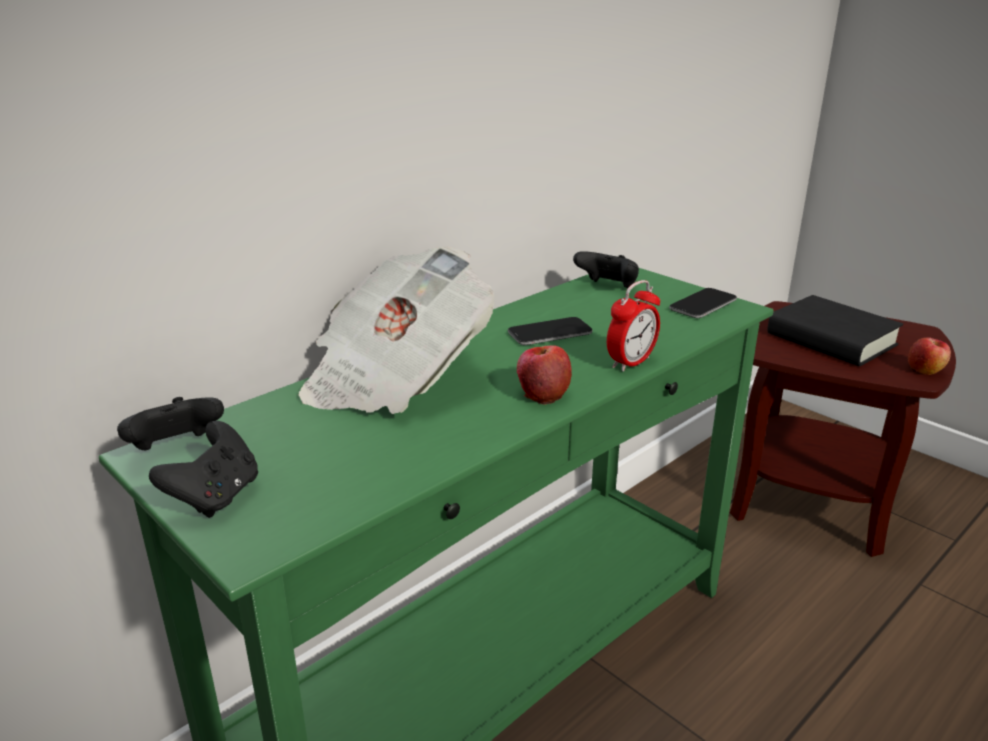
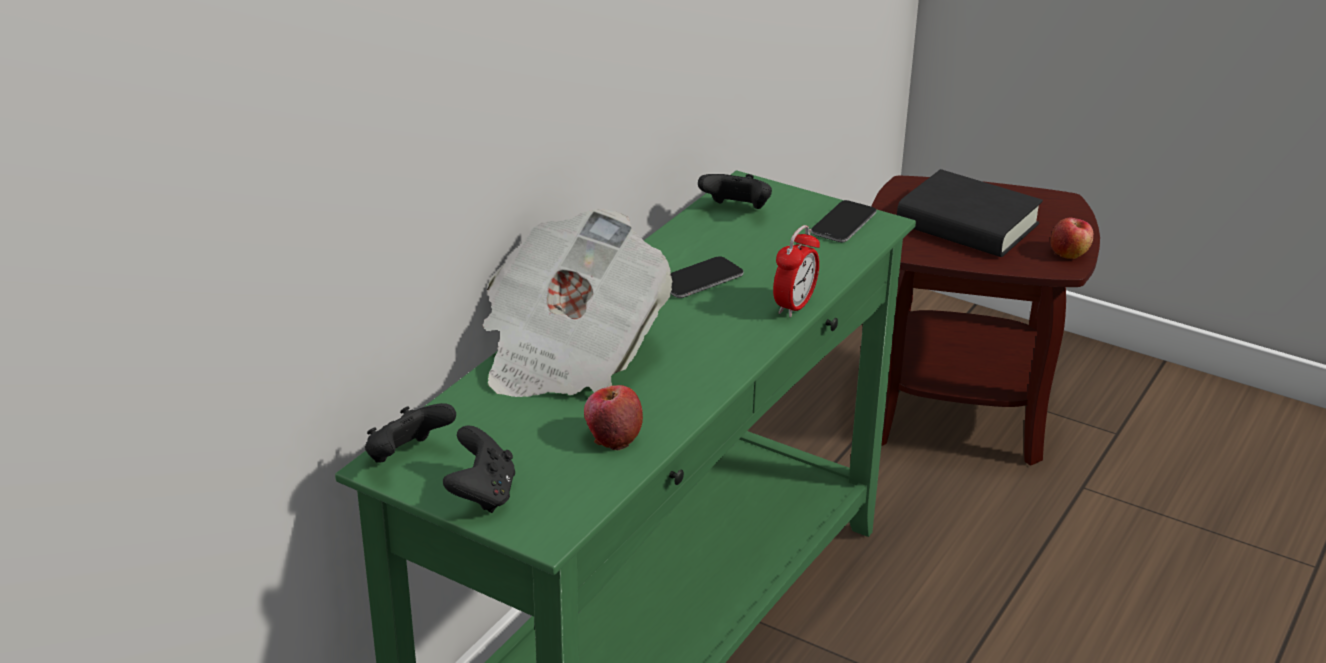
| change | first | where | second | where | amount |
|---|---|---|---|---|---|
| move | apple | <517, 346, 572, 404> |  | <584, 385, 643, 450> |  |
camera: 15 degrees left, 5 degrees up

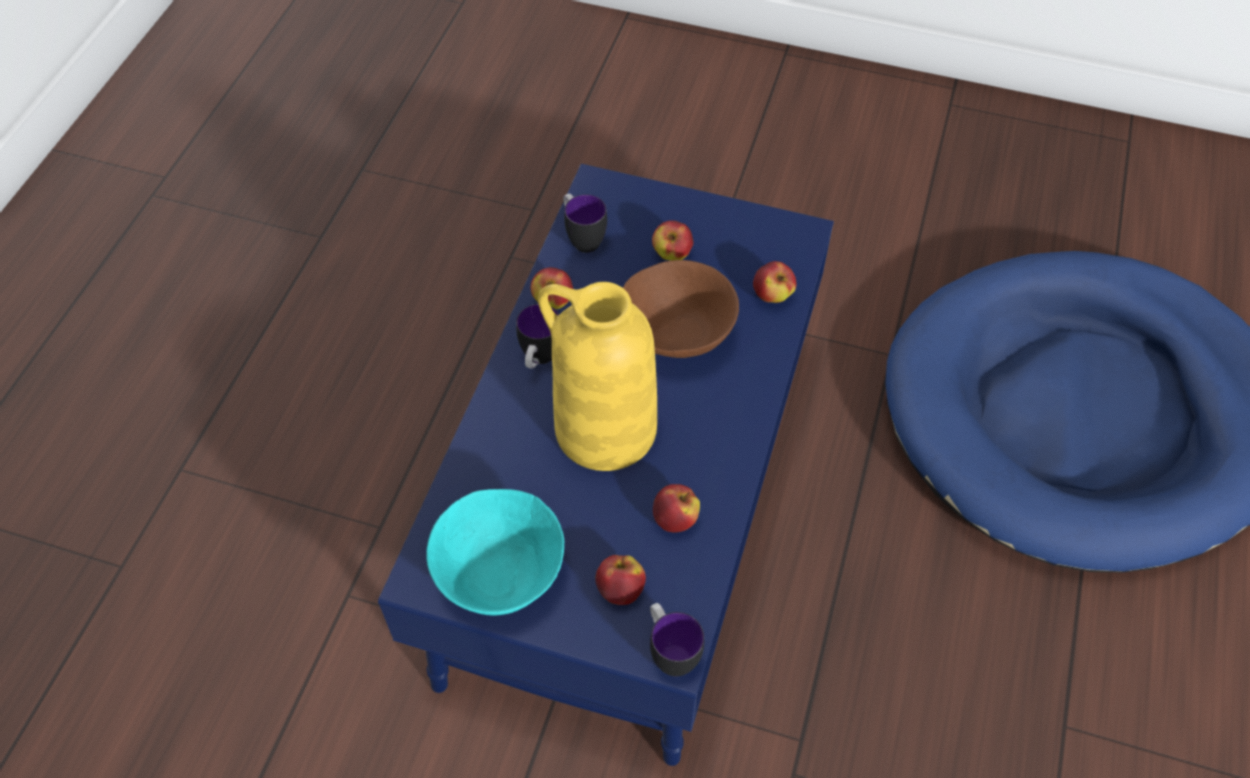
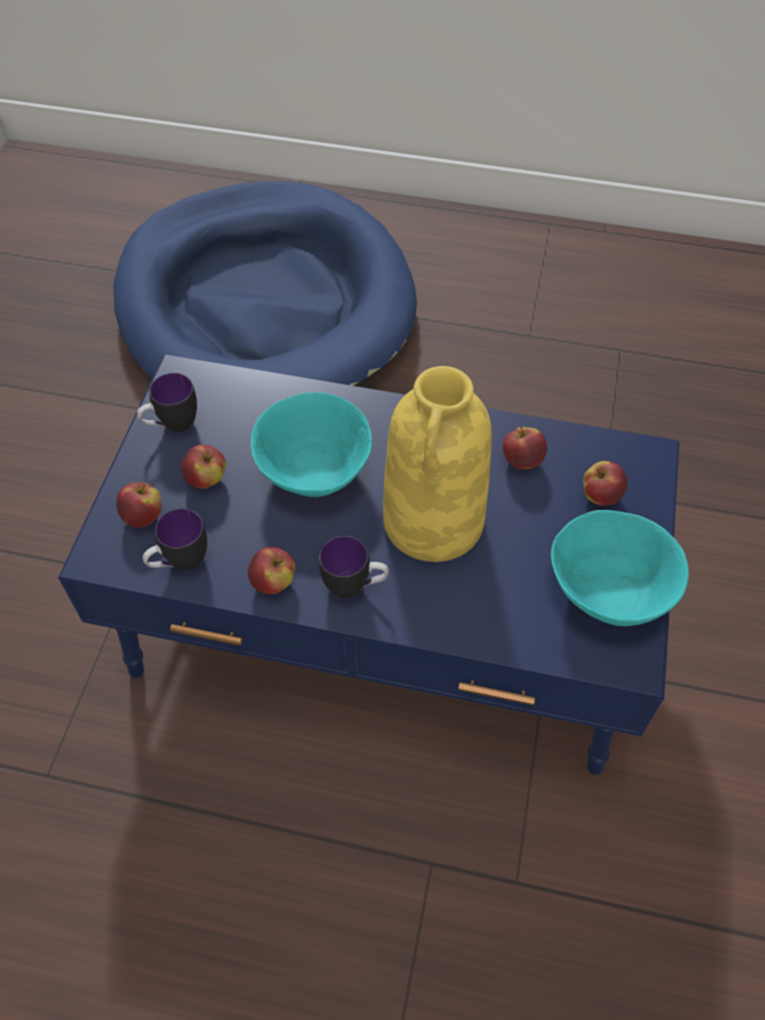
| change | first | where | second | where | amount |
|---|---|---|---|---|---|
| recolor | brownish bowl | <623, 260, 739, 358> | blue-green bowl | <250, 392, 372, 497> |  |
| move | tea mug | <650, 603, 704, 676> |  | <137, 373, 197, 432> |  |
| move | apple | <753, 261, 796, 303> |  | <116, 482, 162, 528> |  |
camera: 95 degrees left, 0 degrees up

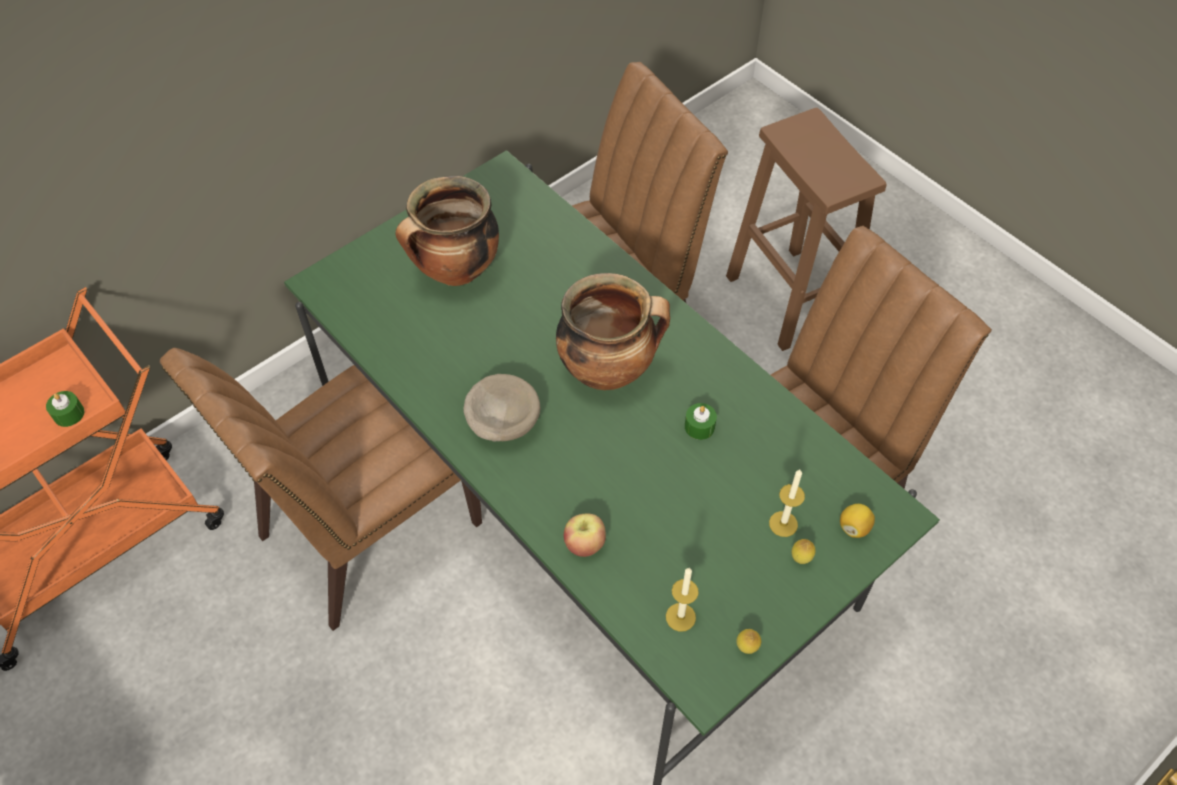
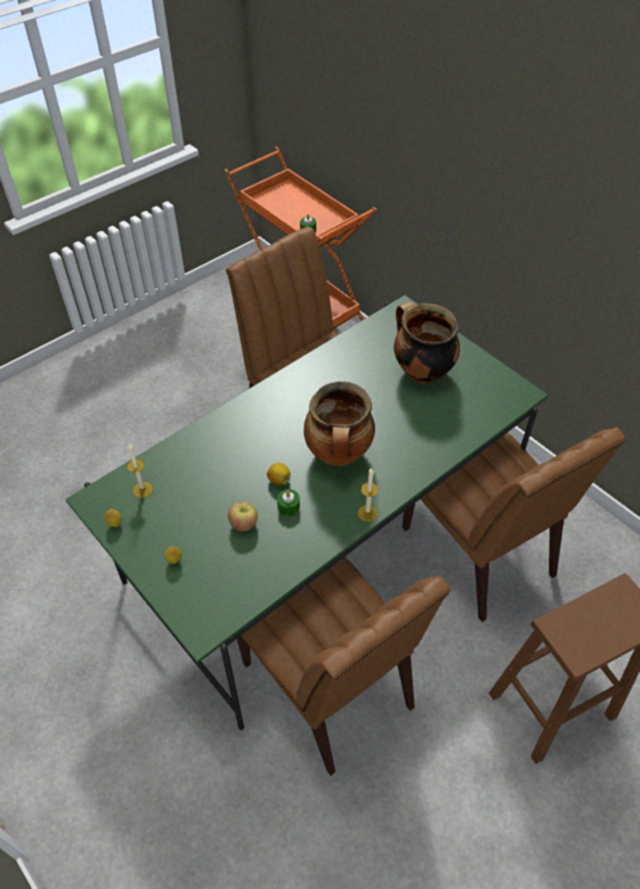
| change | first | where | second | where | amount |
|---|---|---|---|---|---|
| delete | beige bowl | <463, 374, 540, 442> |  |  |  |
| move | apple | <564, 514, 606, 557> |  | <228, 502, 258, 532> |  |
| move | wax light | <769, 470, 805, 537> |  | <358, 467, 378, 522> |  |
| move | whole lemon | <840, 504, 875, 538> |  | <267, 463, 291, 485> |  |
camera: 90 degrees right, 5 degrees down

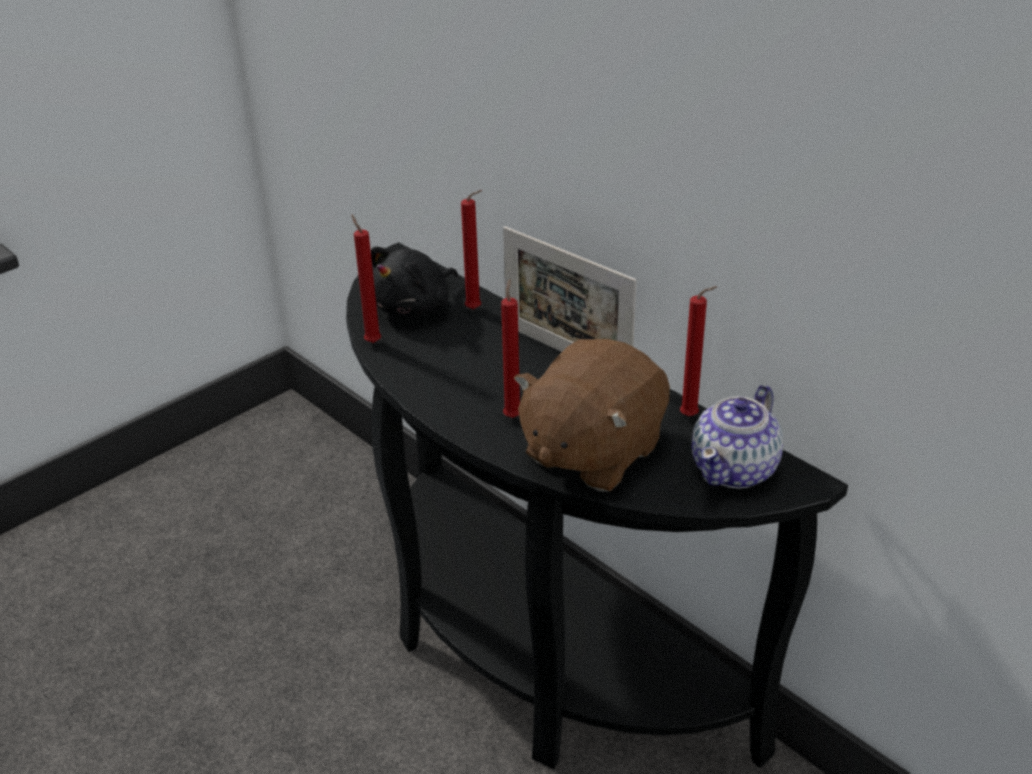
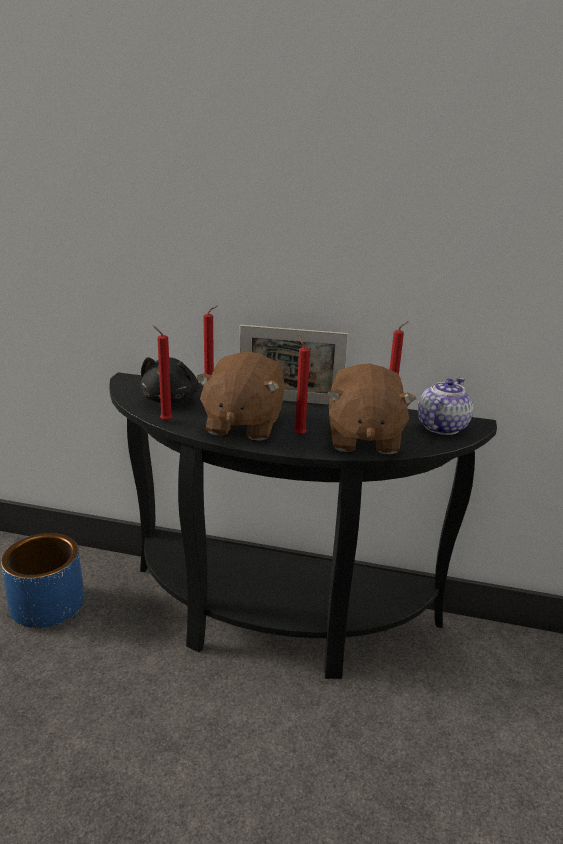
| change | first | where | second | where | amount |
|---|---|---|---|---|---|
| rotate | teapot | <692, 385, 783, 489> |  | <418, 377, 473, 435> | 150 degrees counterclockwise |
| insert |  |  | bluish flower pot | <1, 533, 84, 628> |  |
| insert |  |  | brownish plush toy | <196, 352, 285, 441> |  |
camera: 35 degrees left, 10 degrees down

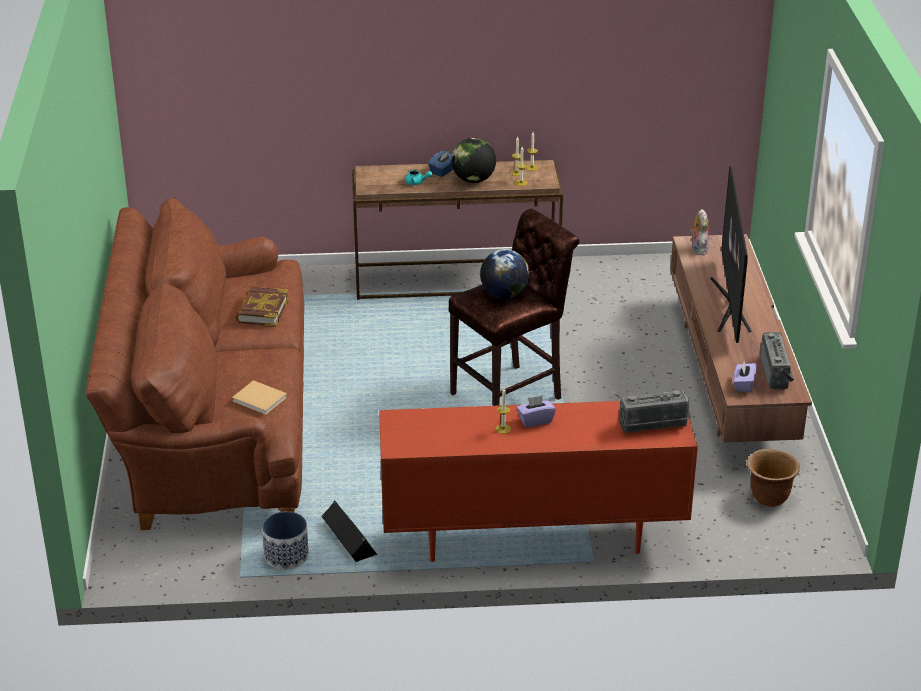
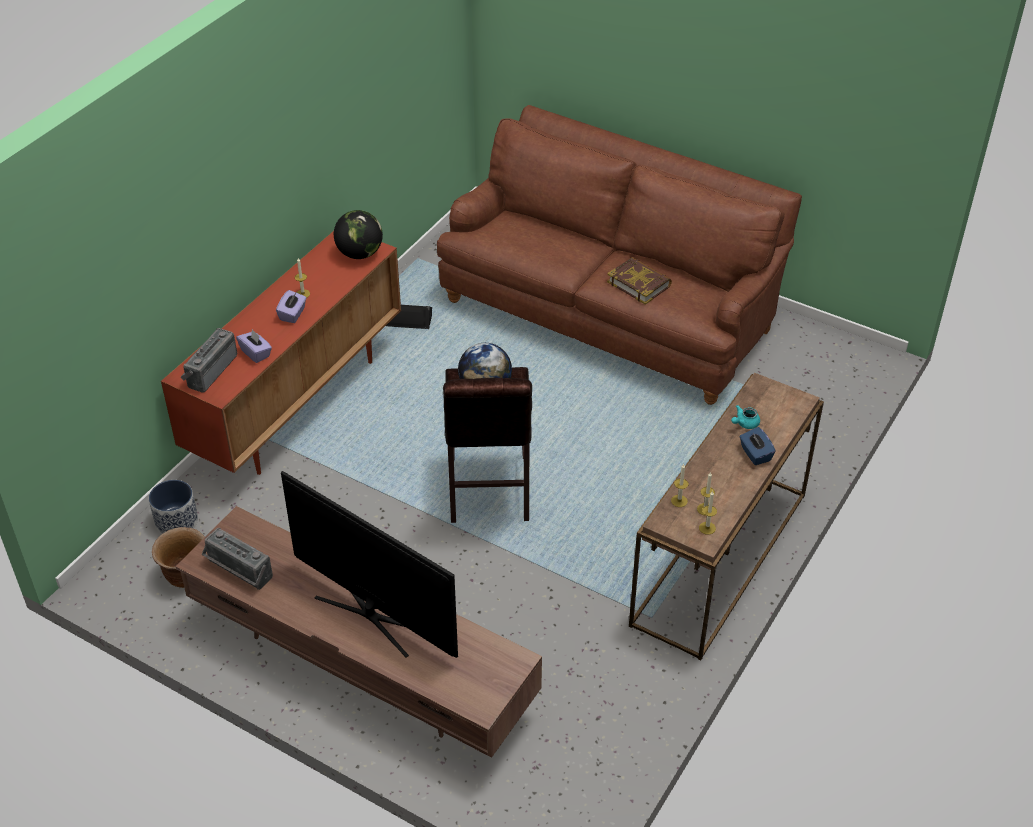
| change | first | where | second | where | amount |
|---|---|---|---|---|---|
| delete | beige book | <232, 380, 287, 415> |  |  |  |
| move | flower pot | <262, 511, 309, 570> |  | <149, 480, 198, 534> |  |
| move | desk globe | <451, 138, 496, 183> |  | <334, 210, 383, 259> |  |
| delete | plush toy | <690, 209, 709, 255> |  |  |  |
| move | purplish tissue holder | <734, 362, 757, 393> |  | <236, 329, 272, 363> |  |
camera: 125 degrees right, 10 degrees up

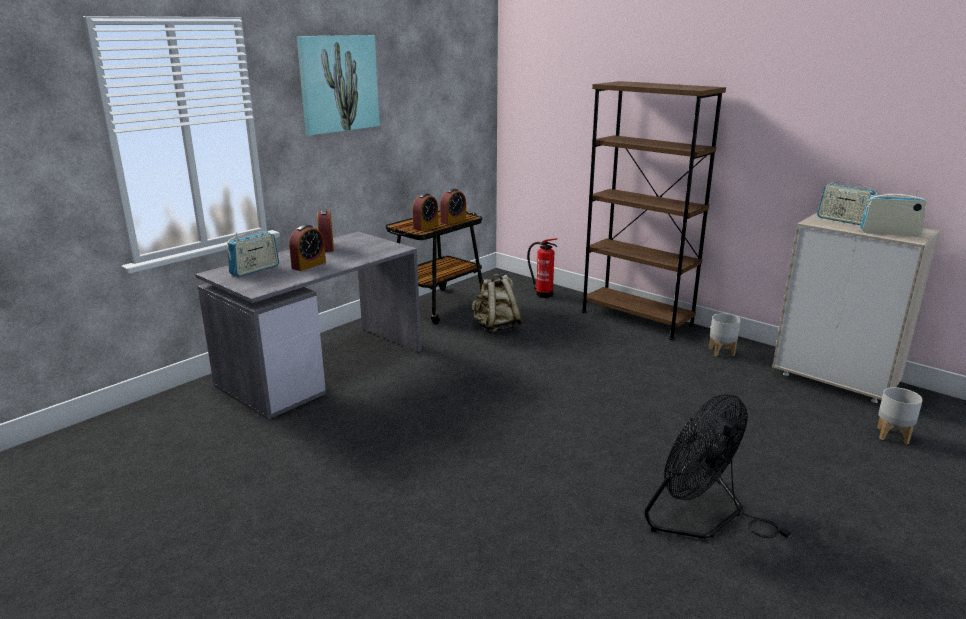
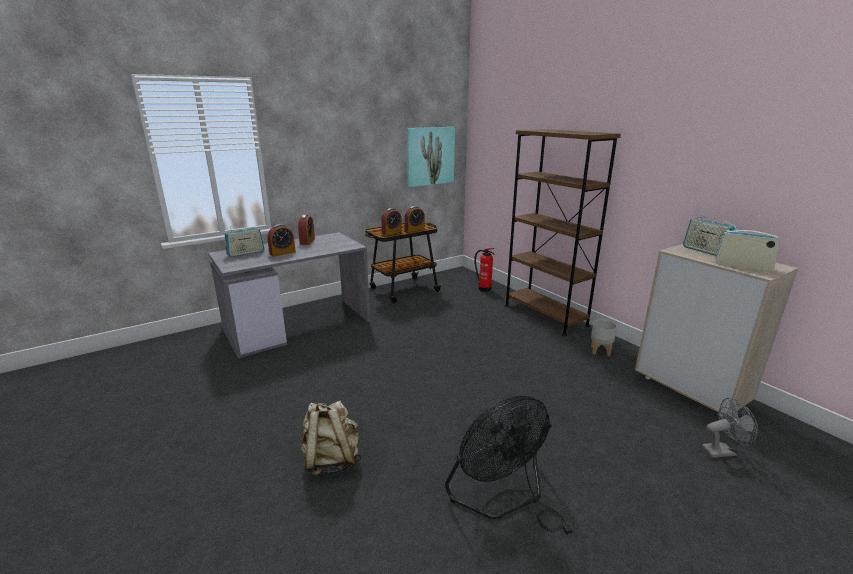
| change | first | where | second | where | amount |
|---|---|---|---|---|---|
| move | wall picture | <297, 35, 380, 135> |  | <407, 127, 455, 187> |  |
| move | beige backpack | <472, 274, 523, 334> |  | <301, 400, 362, 476> |  |
| replace | grey flower pot | <877, 387, 923, 445> | grey cooling fan | <702, 398, 758, 458> |  |
camera: 15 degrees right, 0 degrees up

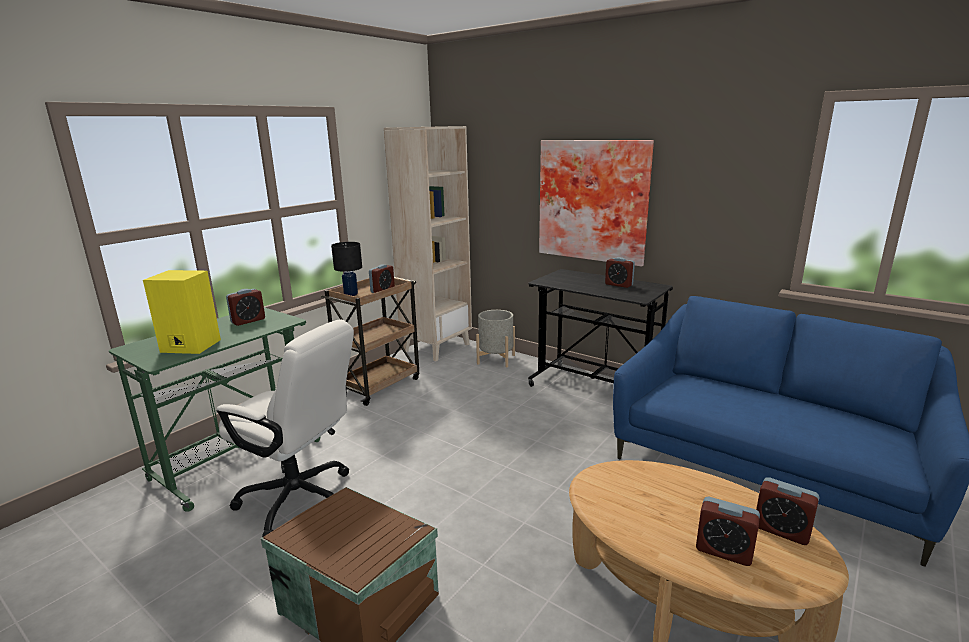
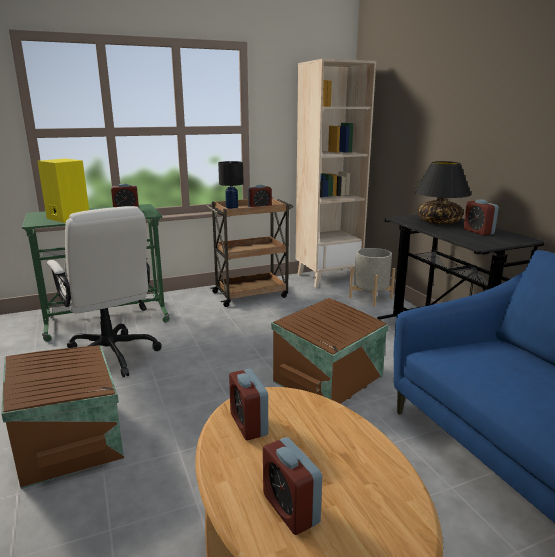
| change | first | where | second | where | amount |
|---|---|---|---|---|---|
| delete | wall picture | <539, 140, 654, 267> |  |  |  |
| move | table clock | <756, 477, 820, 545> |  | <229, 369, 268, 441> |  |
| insert |  |  | brownish storage bin | <271, 298, 389, 404> |  |
| insert |  |  | blackish tabletop lamp | <414, 161, 472, 224> |  |
camera: 30 degrees right, 0 degrees up

